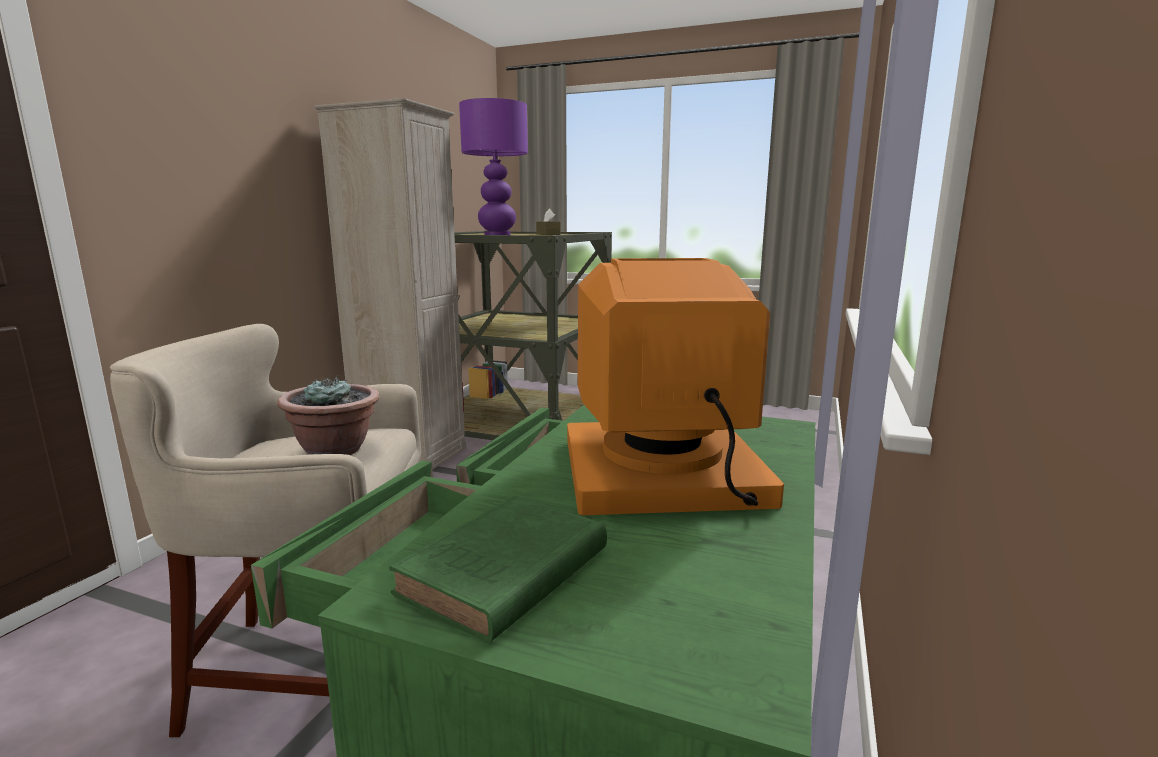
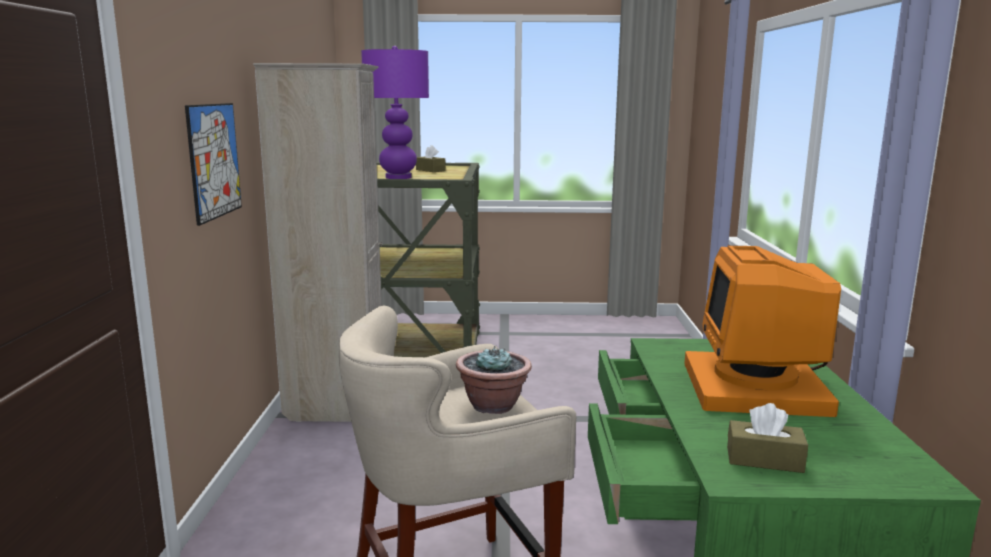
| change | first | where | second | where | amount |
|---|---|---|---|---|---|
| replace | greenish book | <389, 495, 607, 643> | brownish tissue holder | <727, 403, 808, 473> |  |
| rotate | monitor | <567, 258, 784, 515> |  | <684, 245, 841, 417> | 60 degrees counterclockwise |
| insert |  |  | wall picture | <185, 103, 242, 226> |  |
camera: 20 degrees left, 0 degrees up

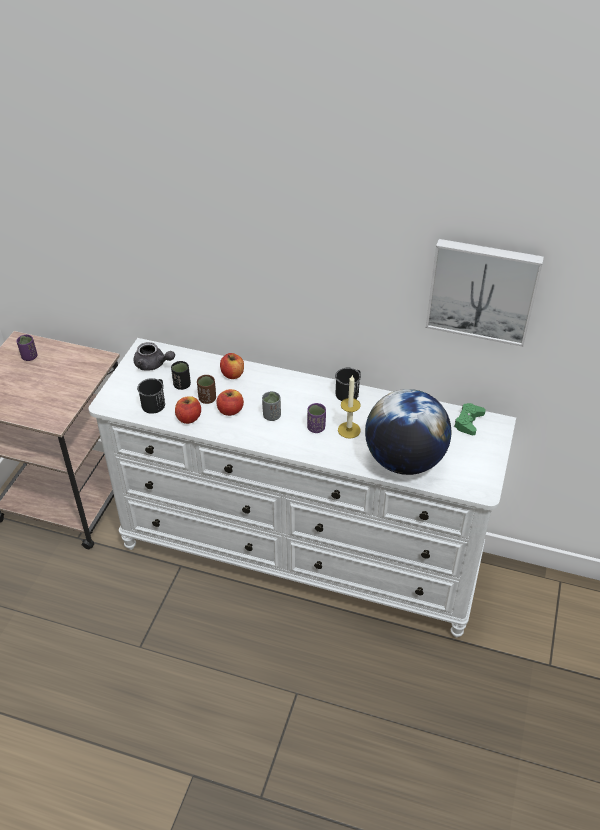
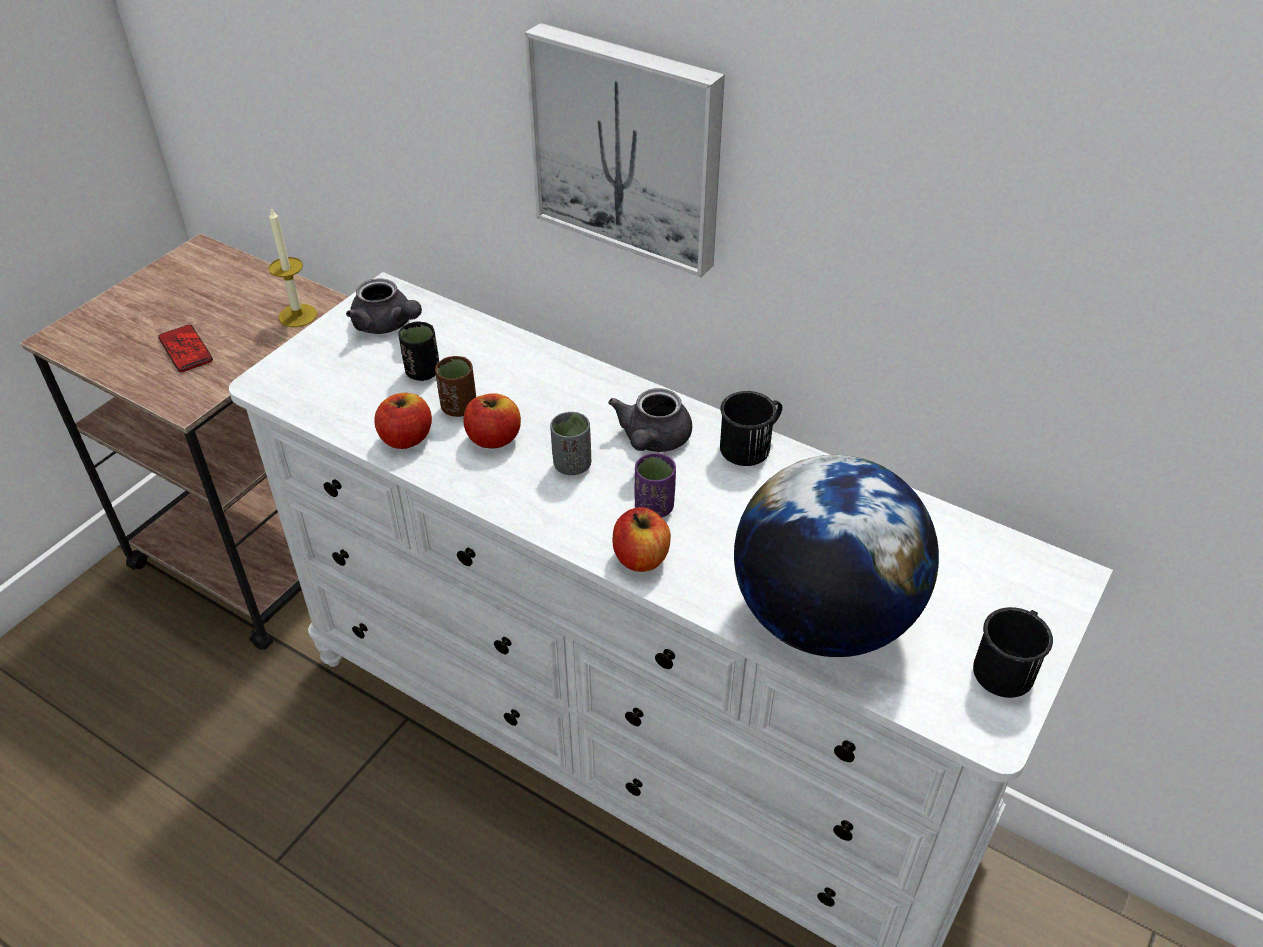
| change | first | where | second | where | amount |
|---|---|---|---|---|---|
| delete | purplish small cup | <16, 335, 37, 361> |  |  |  |
| move | blackish tea mug | <137, 378, 165, 414> |  | <973, 607, 1053, 698> |  |
| move | apple | <220, 353, 244, 379> |  | <612, 507, 671, 572> |  |
| move | wax light | <338, 374, 361, 439> |  | <269, 207, 317, 327> |  |
| move | wall picture | <426, 239, 544, 347> |  | <525, 23, 725, 277> |  |
| delete | greenish gamepad | <454, 403, 486, 435> |  |  |  |
| insert |  |  | telephone | <158, 325, 213, 372> |  |
| insert |  |  | grey teapot | <608, 388, 692, 452> |  |
camera: 15 degrees right, 0 degrees up

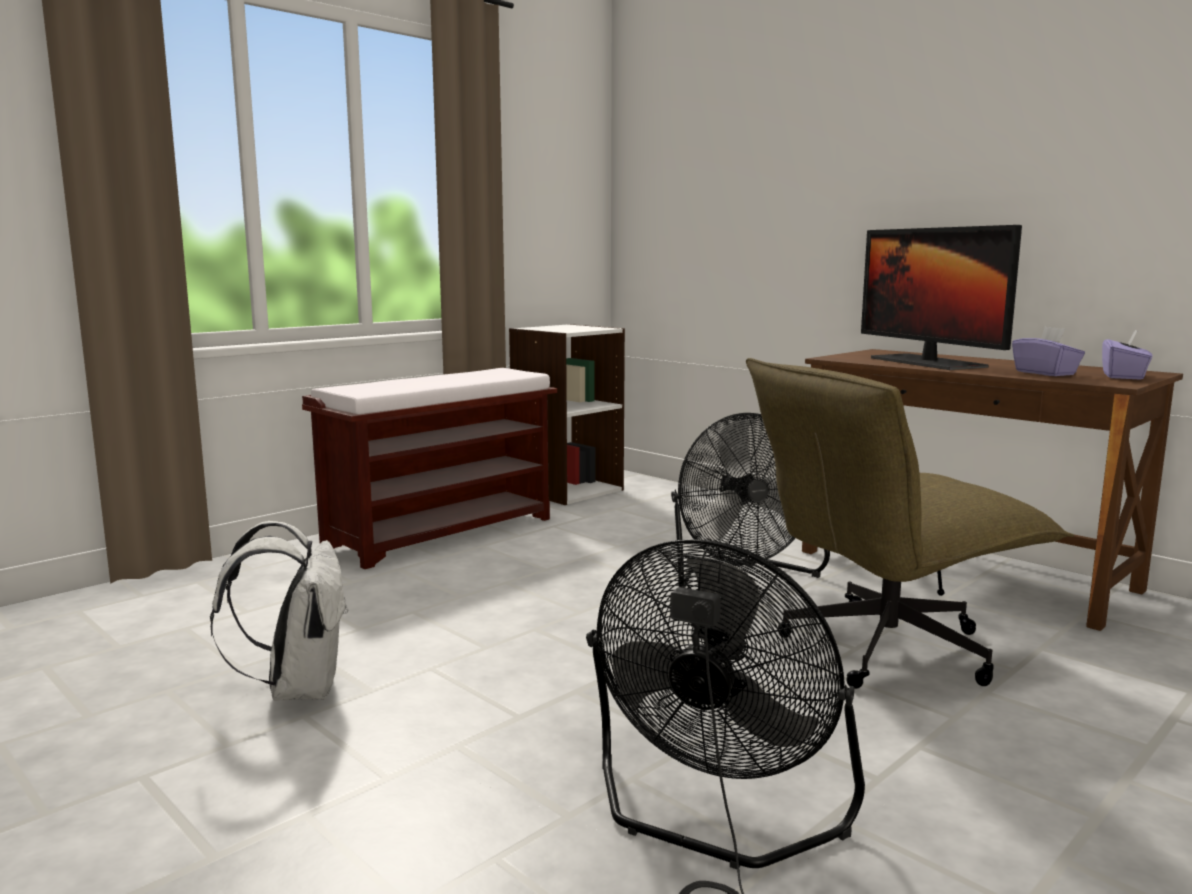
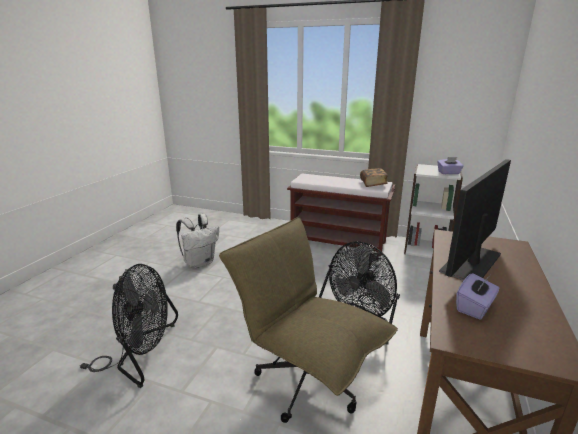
| change | first | where | second | where | amount |
|---|---|---|---|---|---|
| move | purplish tissue holder | <1102, 329, 1153, 380> |  | <438, 157, 464, 174> |  |
| insert |  |  | book | <360, 168, 388, 187> |  |
camera: 65 degrees right, 10 degrees up

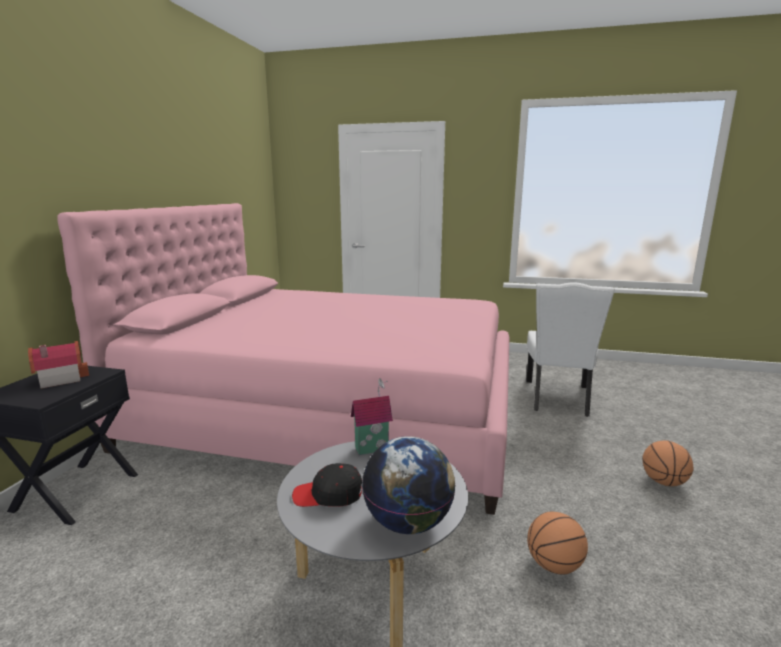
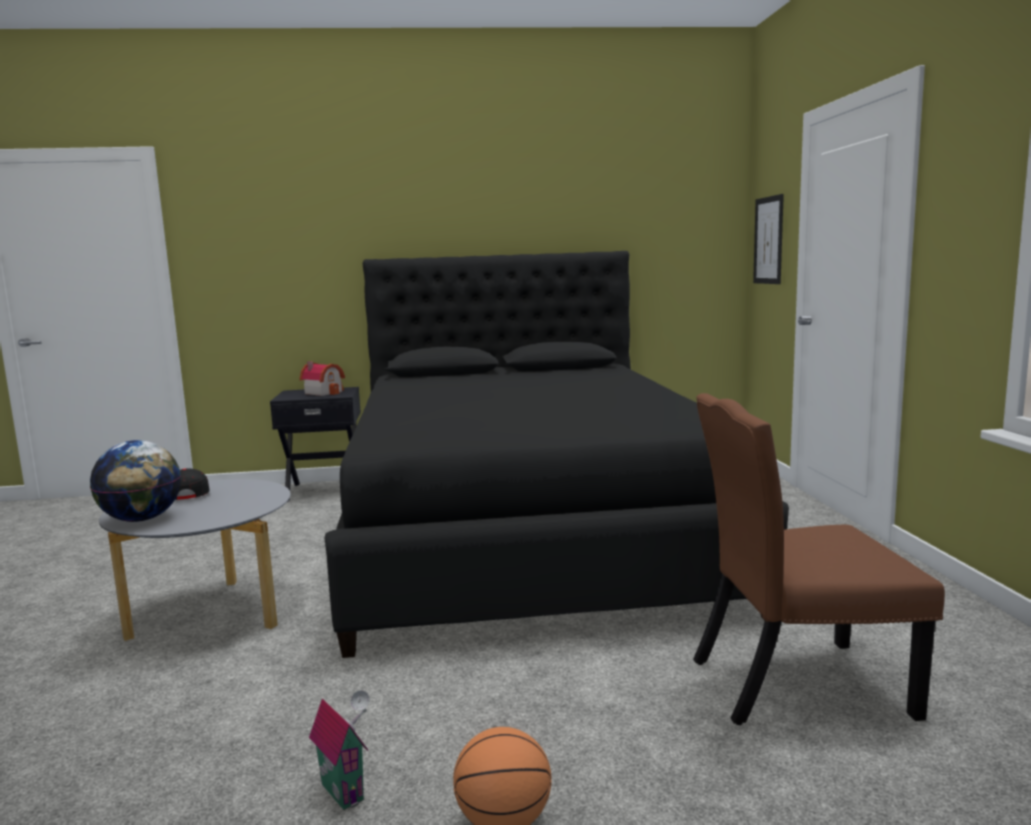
| change | first | where | second | where | amount |
|---|---|---|---|---|---|
| recolor | pink-coloured bedroom bed | <57, 203, 509, 515> | blackish bedroom bed | <324, 251, 789, 658> |  |
| move | model house | <351, 378, 393, 455> |  | <309, 690, 370, 810> |  |
| recolor | white plain chair | <526, 282, 615, 417> | brownish plain chair | <693, 393, 945, 725> |  |
| delete | ball for basketball | <527, 512, 588, 575> |  |  |  |
| insert |  |  | wall picture | <753, 194, 784, 284> |  |
camera: 70 degrees right, 5 degrees down

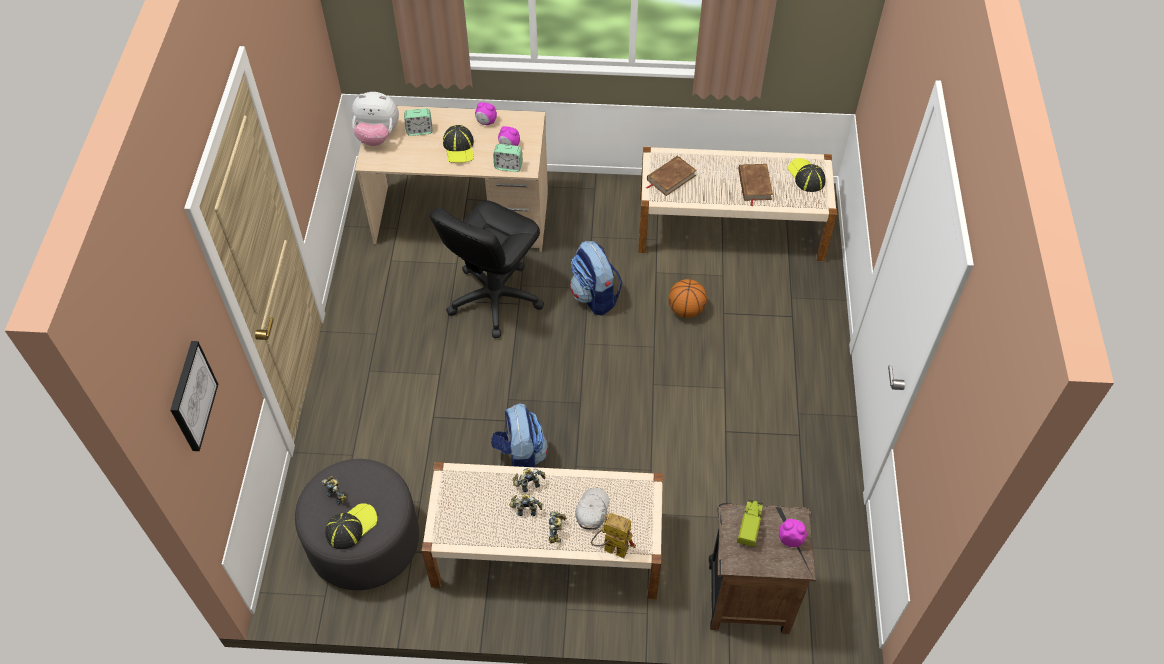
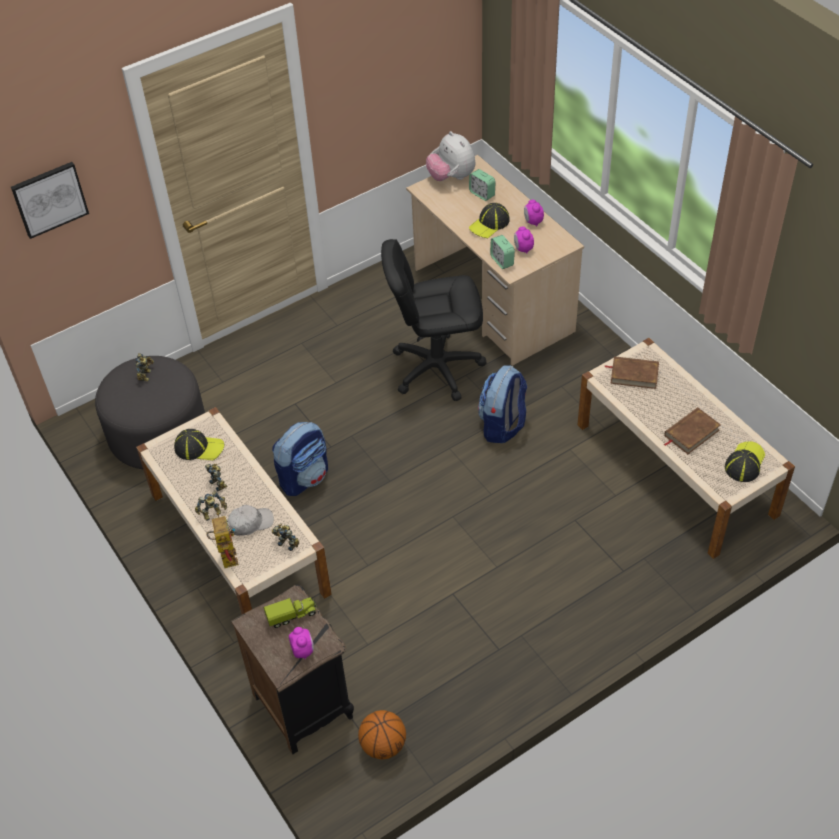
| change | first | where | second | where | amount |
|---|---|---|---|---|---|
| move | peaked cap | <325, 503, 377, 549> |  | <174, 429, 224, 460> |  |
| move | robot figure | <513, 468, 546, 492> |  | <272, 524, 299, 551> |  |
| move | ball for basketball | <668, 279, 707, 318> |  | <358, 710, 406, 759> |  |
camera: 55 degrees right, 5 degrees down

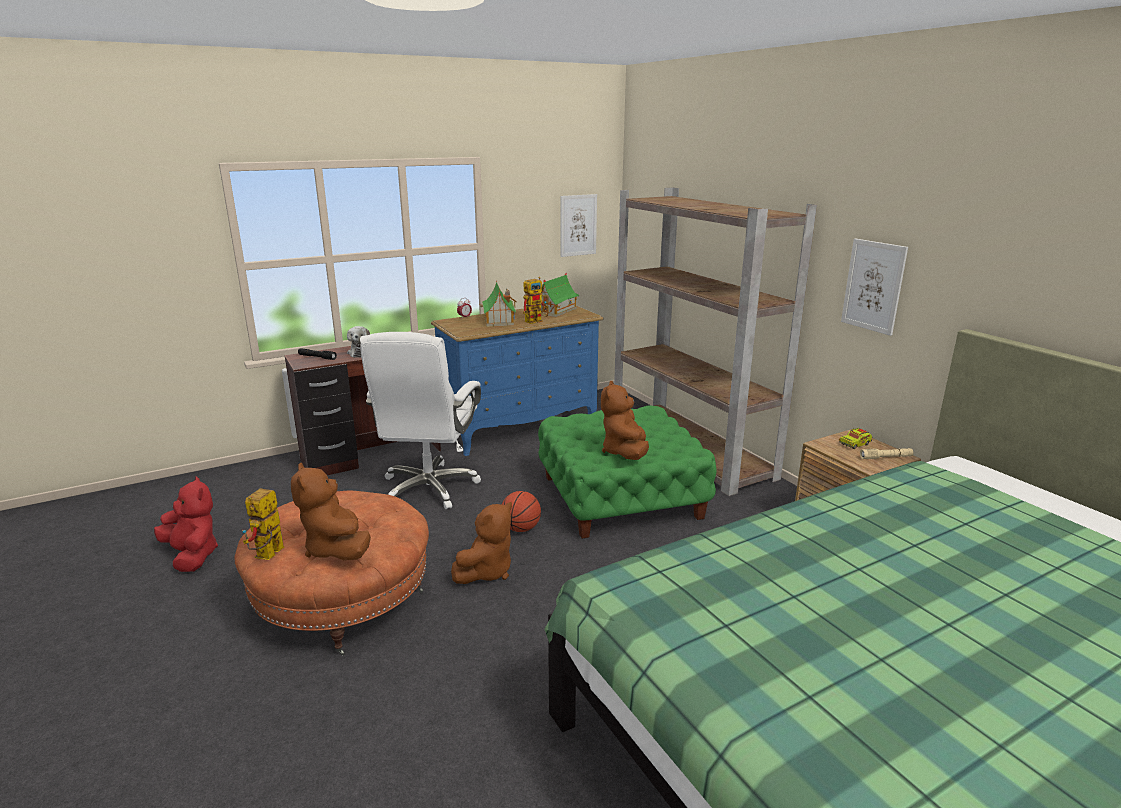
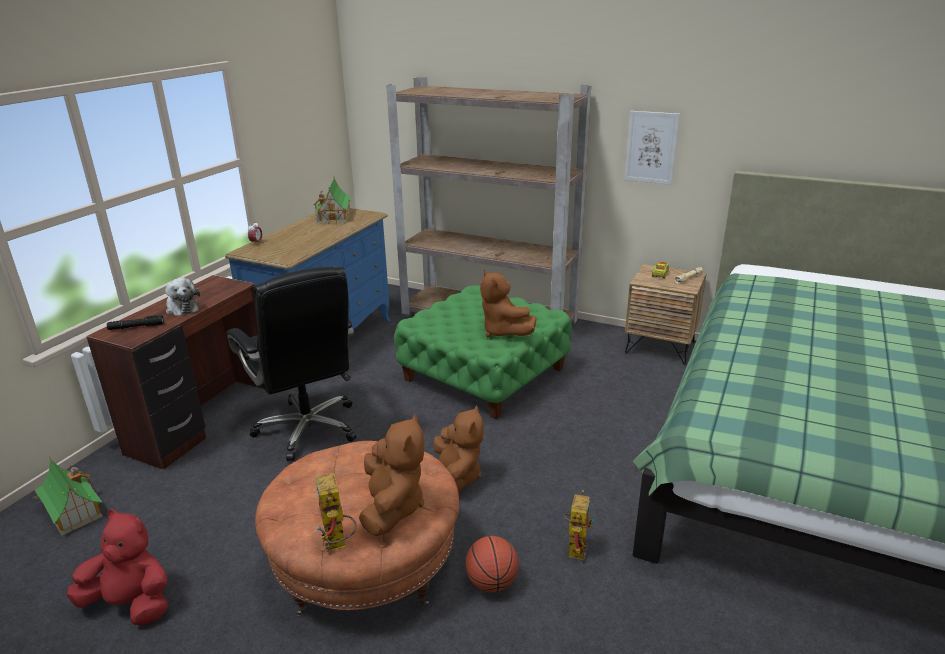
| change | first | where | second | where | amount |
|---|---|---|---|---|---|
| rotate | brownish plush toy | <291, 463, 371, 561> |  | <359, 414, 424, 536> | 120 degrees counterclockwise |
| recolor | white office chair | <360, 332, 481, 509> | blackish office chair | <226, 267, 357, 461> |  |
| move | model house | <479, 278, 516, 327> |  | <32, 456, 103, 536> |  |
| move | ball for basketball | <502, 491, 541, 532> |  | <465, 536, 519, 592> |  |
| move | robot figure | <523, 277, 548, 324> |  | <564, 490, 594, 560> |  |
| delete | wall picture | <561, 194, 597, 257> |  |  |  |
camera: 35 degrees left, 5 degrees up

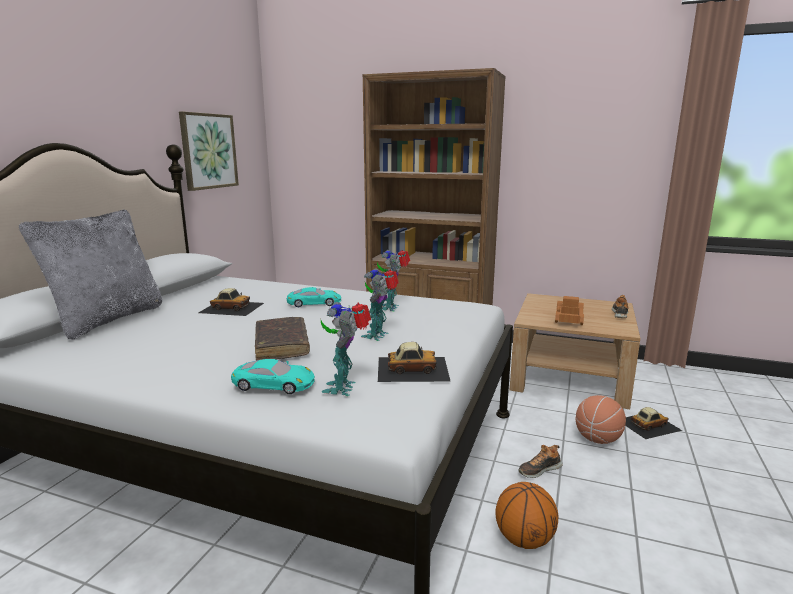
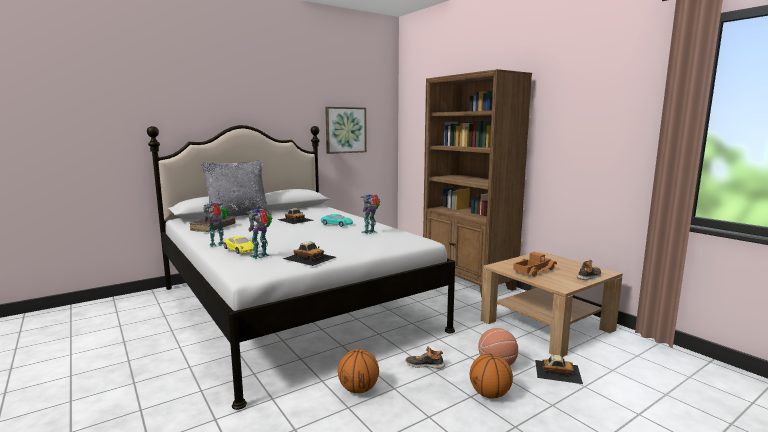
| change | first | where | second | where | amount |
|---|---|---|---|---|---|
| recolor | blue-green toy car | <231, 359, 315, 394> | yellow-coloured toy car | <223, 236, 254, 254> |  |
| move | brownish book | <255, 317, 310, 361> |  | <189, 216, 235, 232> |  |
| move | robot figure | <361, 268, 399, 341> |  | <203, 202, 228, 247> |  |
| insert |  |  | ball for basketball | <470, 353, 513, 399> |  |
camera: 35 degrees right, 5 degrees down

